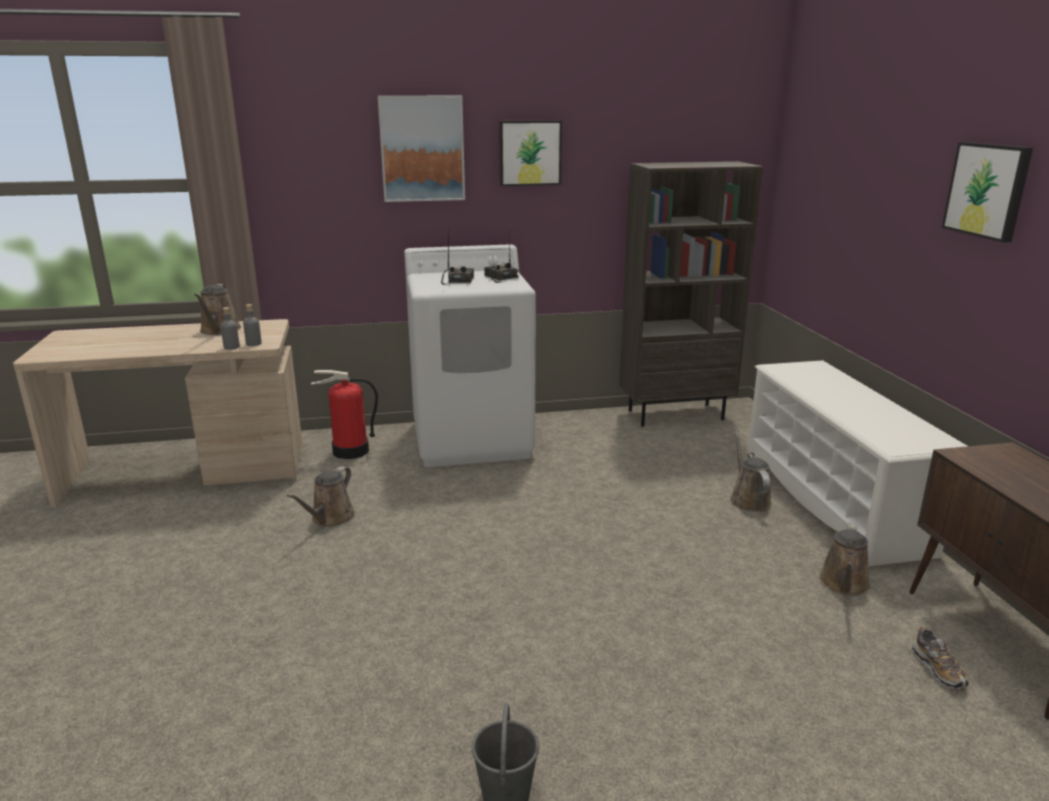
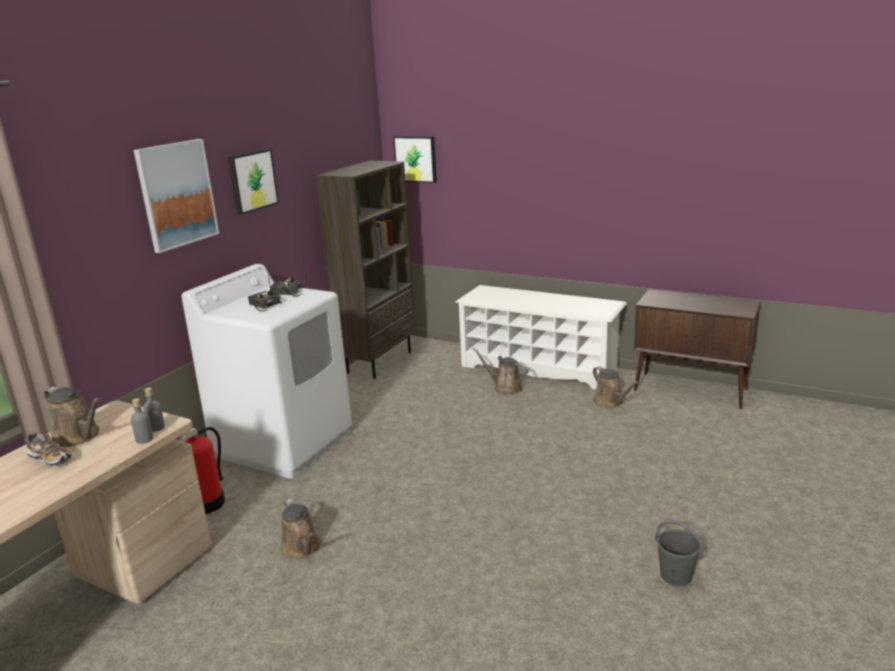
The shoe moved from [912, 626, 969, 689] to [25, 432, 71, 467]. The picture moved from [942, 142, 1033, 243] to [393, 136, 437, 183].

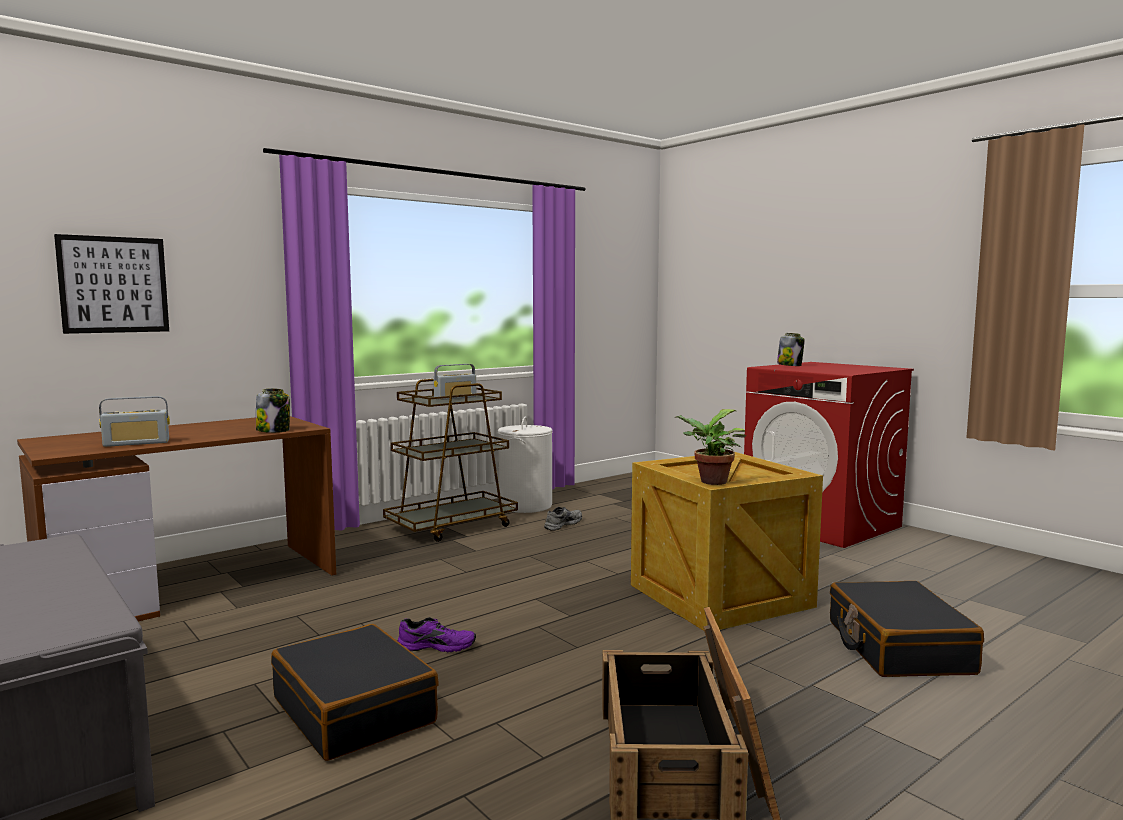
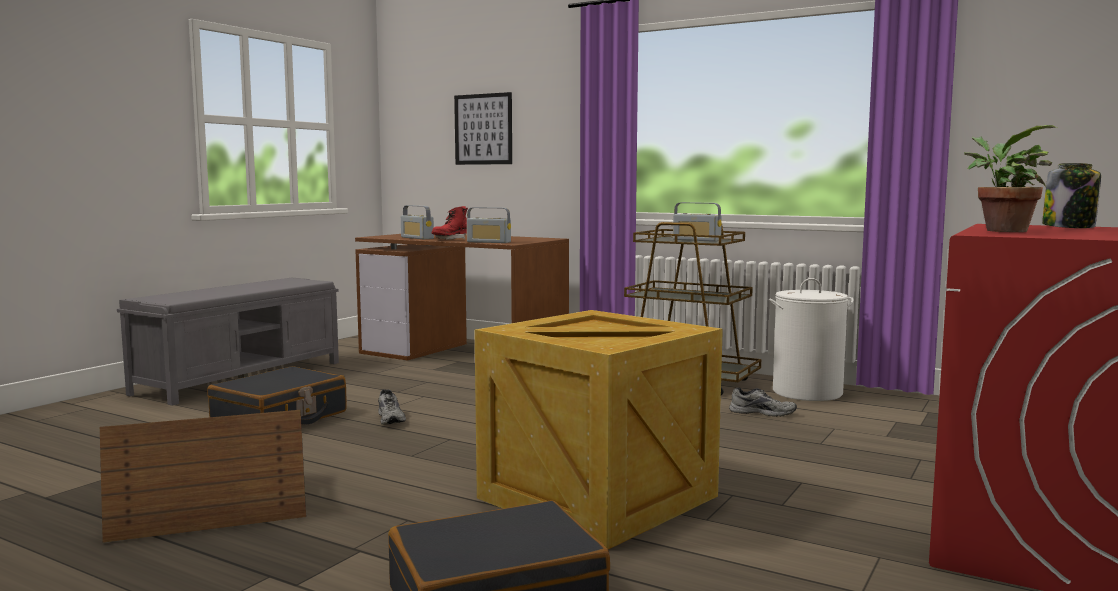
The shoe (purple) at [398, 617, 476, 653] became the shoe (grey) at [378, 389, 406, 425]. The boot (red) at [432, 206, 468, 240] appeared. The jar at [256, 388, 290, 433] was replaced by the radio at [467, 207, 511, 243]. The potted plant moved from [674, 409, 746, 485] to [964, 125, 1057, 232].

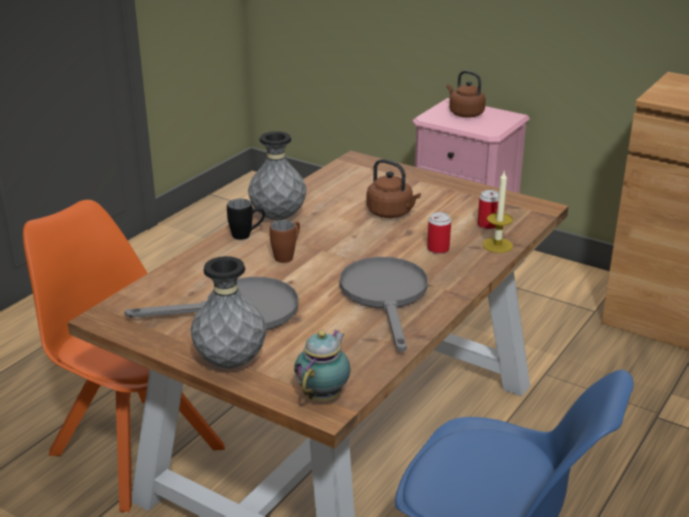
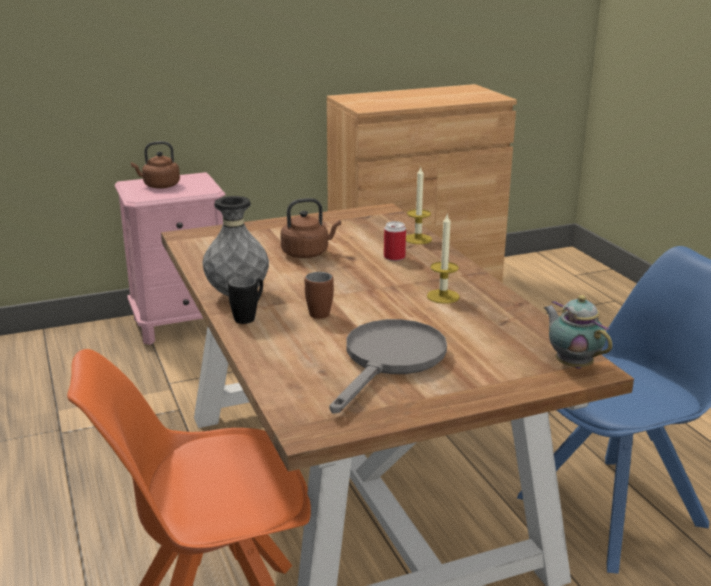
The frying pan (grey) at [340, 257, 428, 352] was replaced by the candle at [427, 215, 460, 304]. The vase (grey) at [191, 256, 266, 369] disappeared. The can at [477, 190, 499, 230] disappeared.

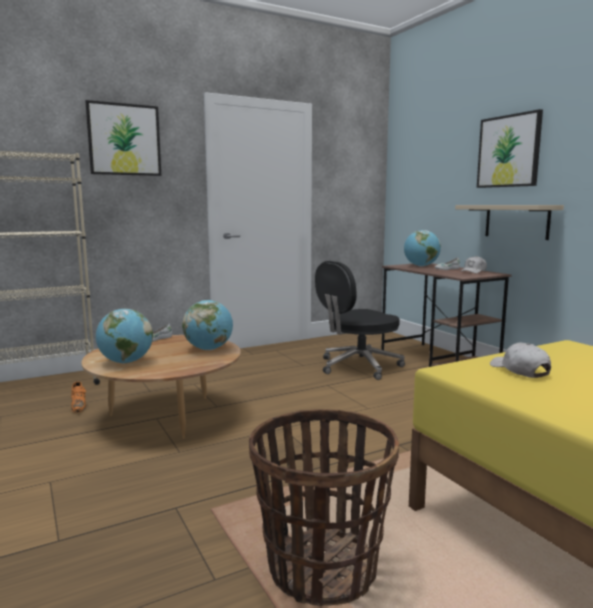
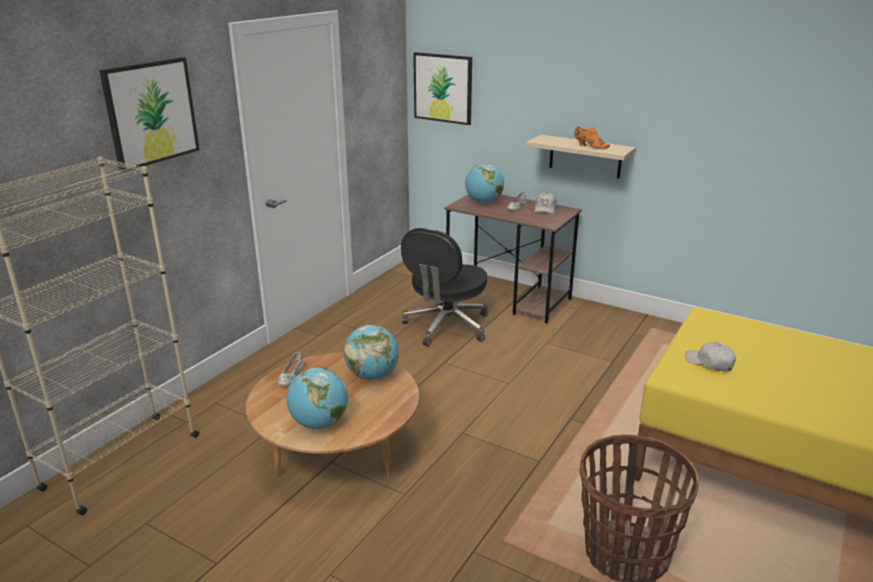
The picture moved from [477, 109, 543, 188] to [413, 52, 472, 125]. The shoe (orange) moved from [71, 382, 86, 413] to [574, 126, 610, 149].

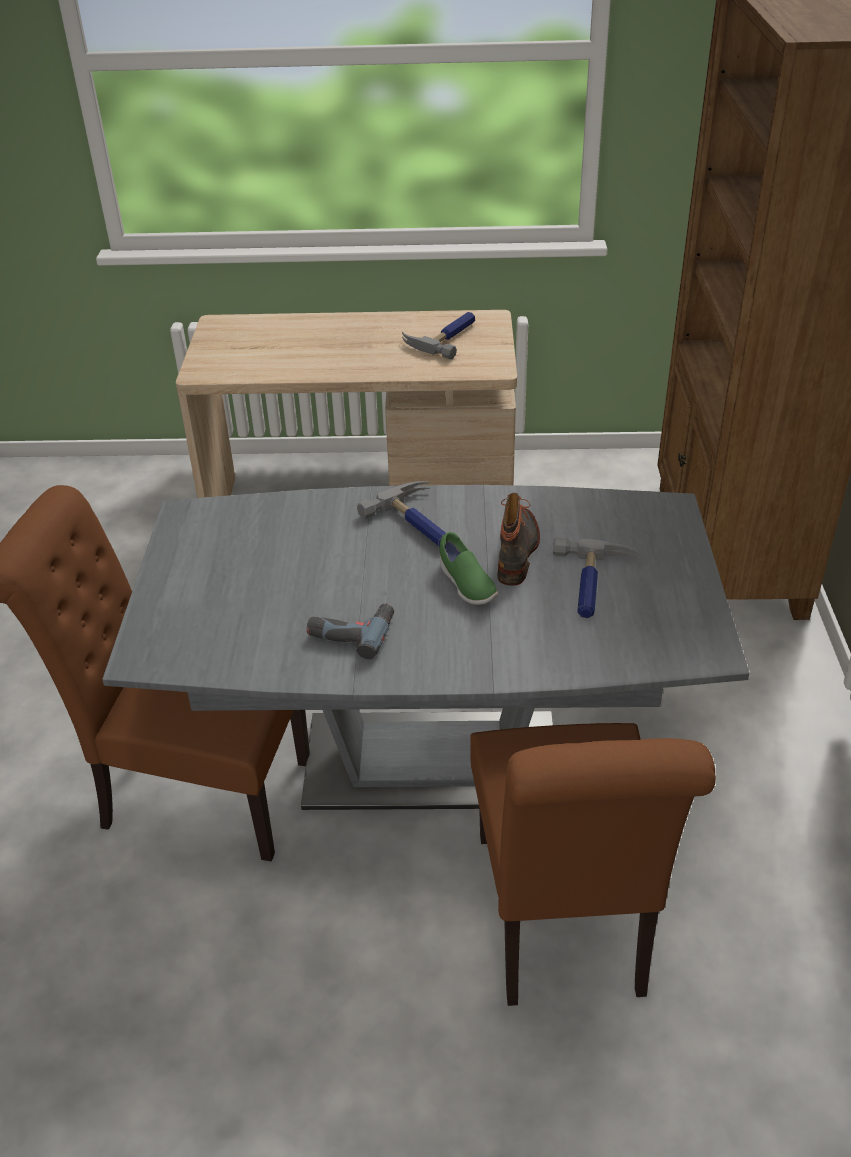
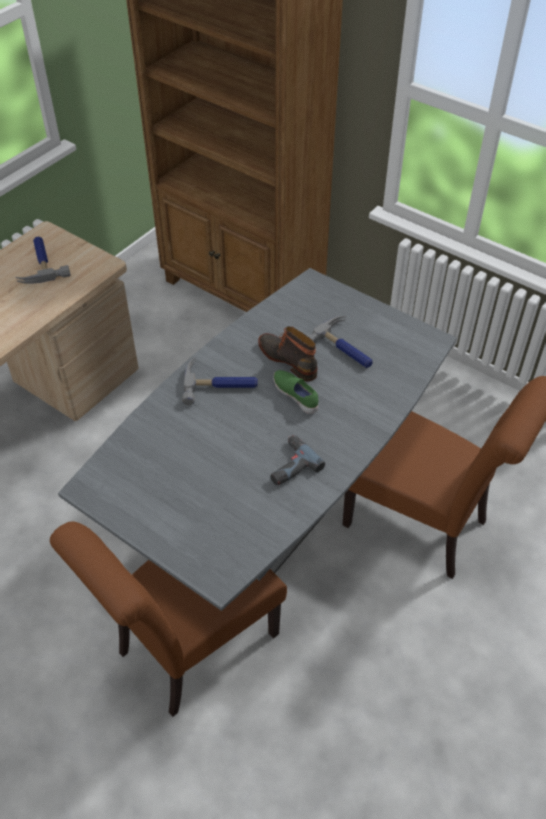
The shoe (green) at [440, 532, 498, 605] turned 135 degrees counterclockwise.

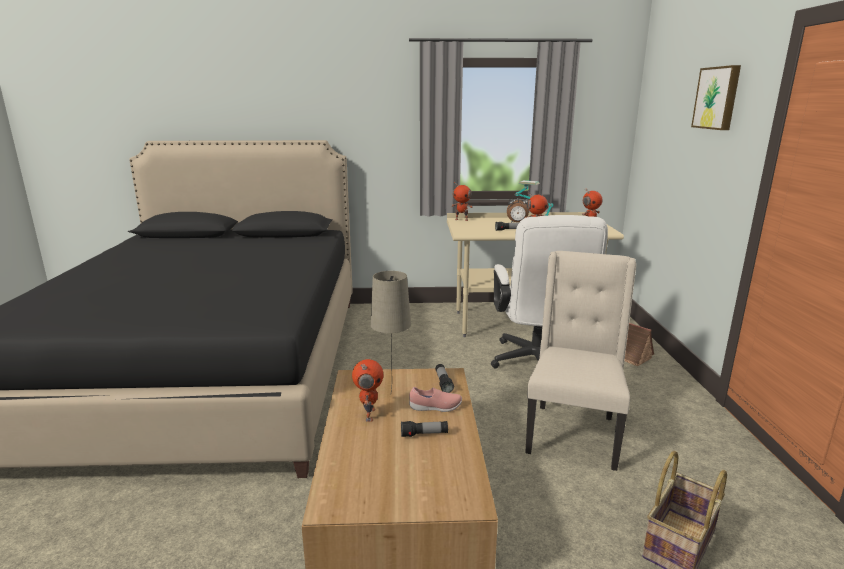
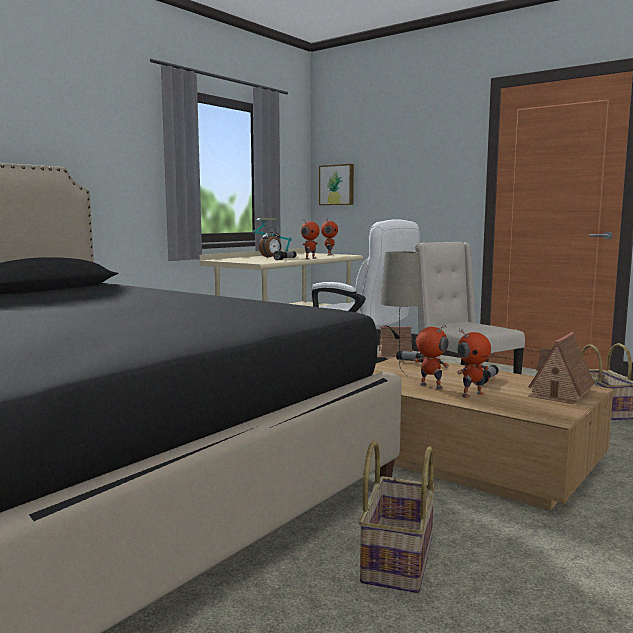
The picture moved from [691, 65, 741, 130] to [319, 164, 354, 205]. The basket at [359, 440, 436, 593] appeared. The toy robot moved from [451, 183, 473, 221] to [457, 329, 491, 398]. The toy house at [528, 332, 595, 404] appeared. The shoe (pink) at [409, 387, 462, 412] disappeared.

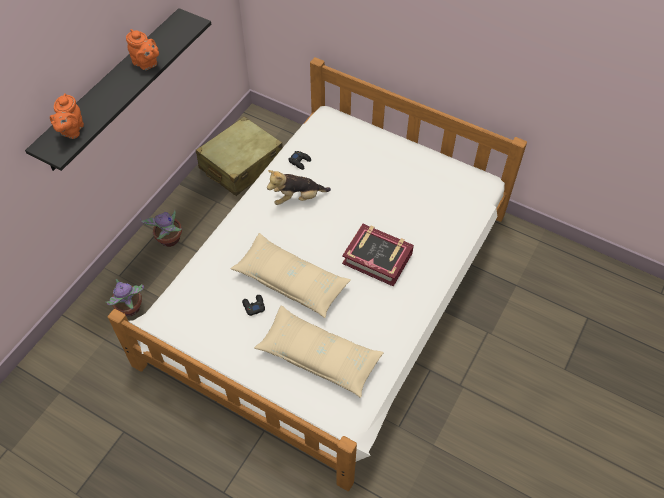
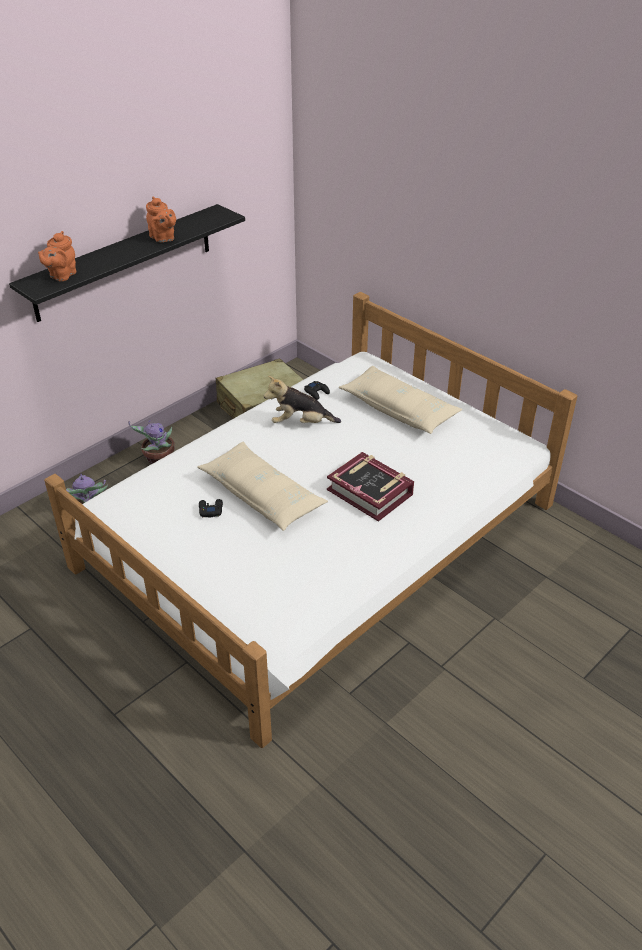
The pillow (beige) moved from [254, 305, 384, 398] to [338, 366, 462, 434].

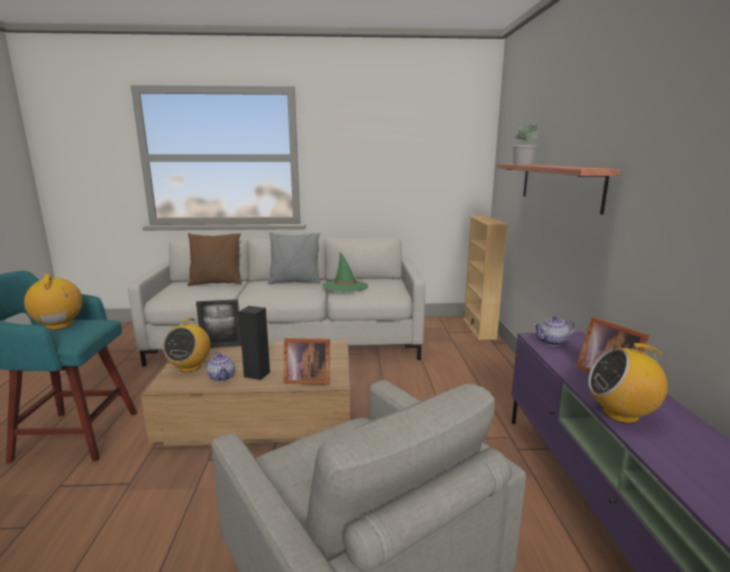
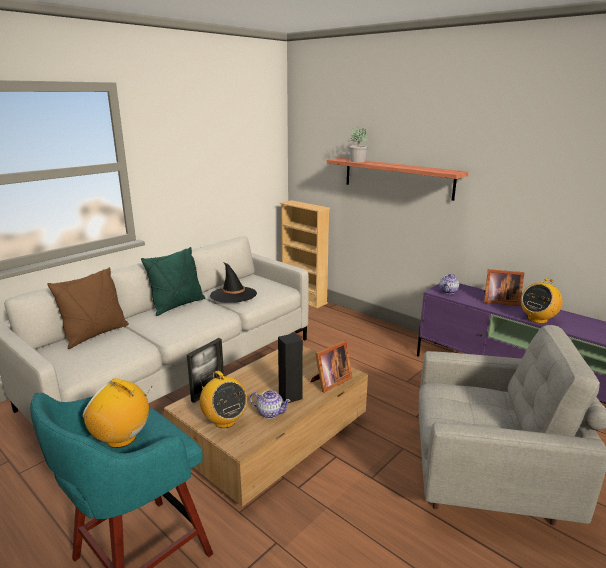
The pillow (grey) at [268, 232, 320, 284] became the pillow (green) at [141, 247, 205, 316]. The hat (green) at [322, 251, 368, 292] became the hat (black) at [210, 262, 257, 303].

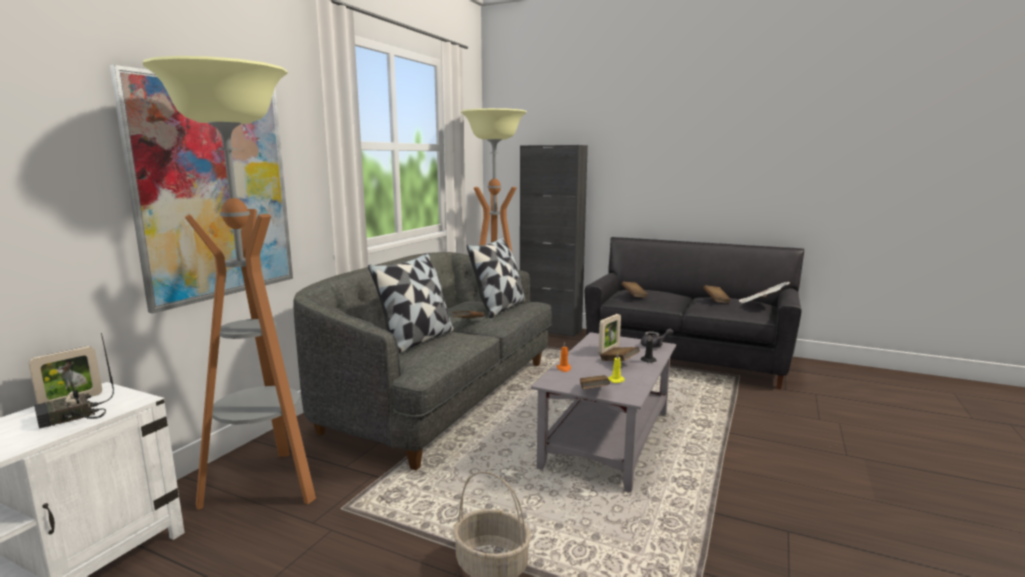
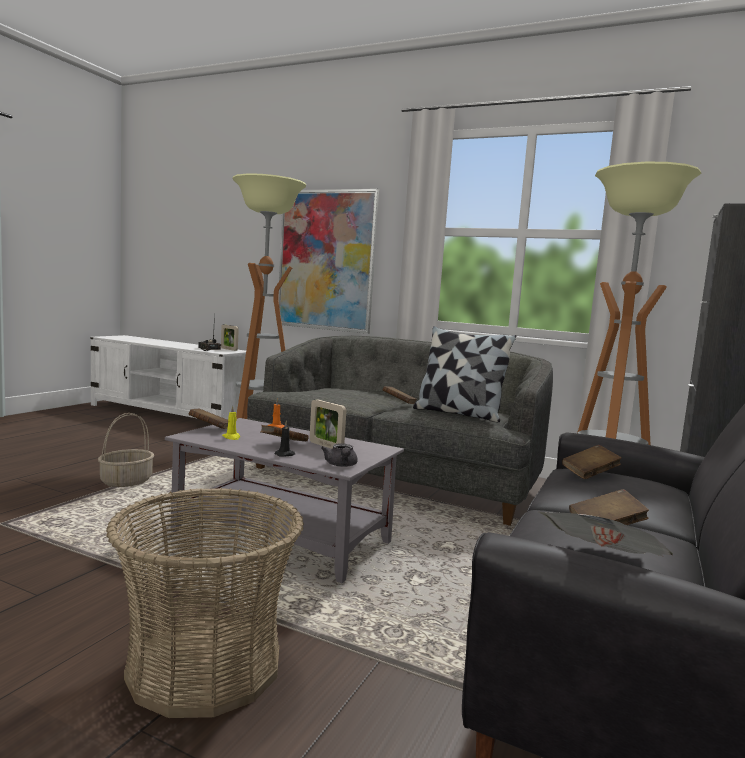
The basket at [106, 488, 304, 718] appeared. The pillow at [368, 253, 454, 354] disappeared.

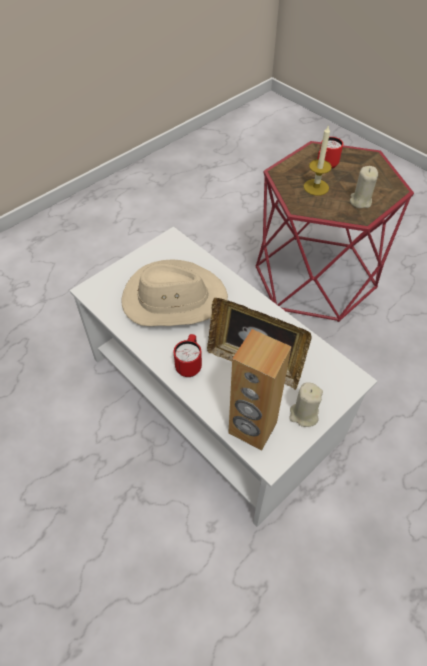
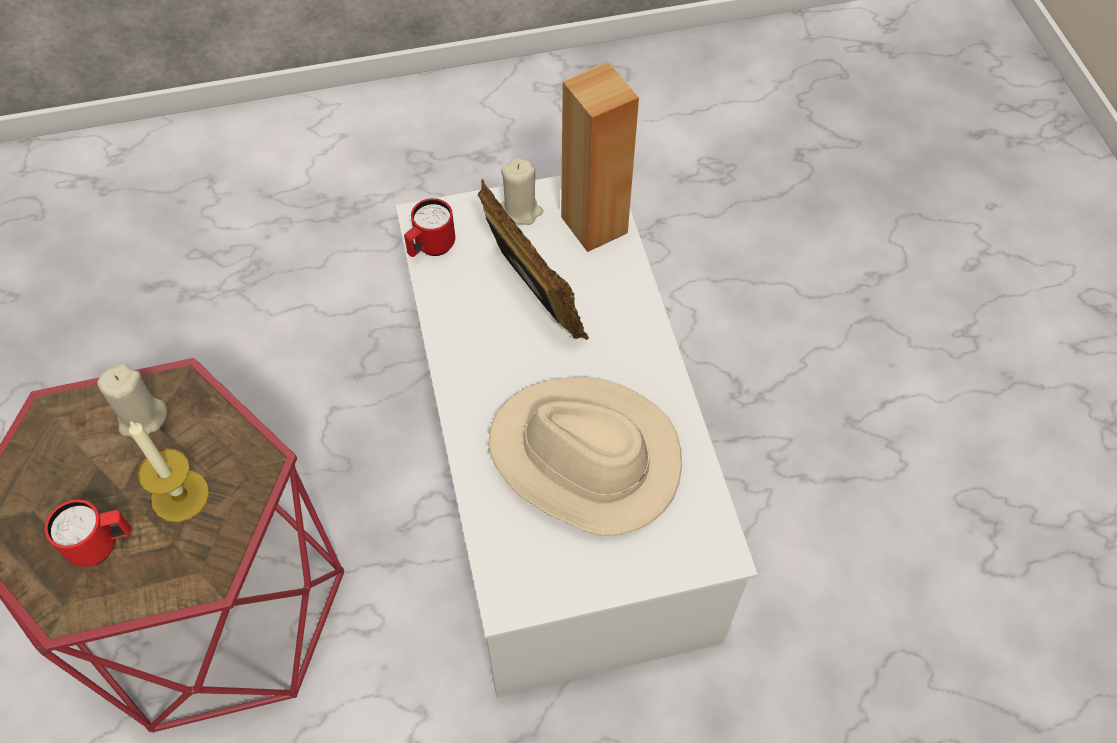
The mug (red) moved from [174, 334, 202, 377] to [404, 198, 455, 257].

